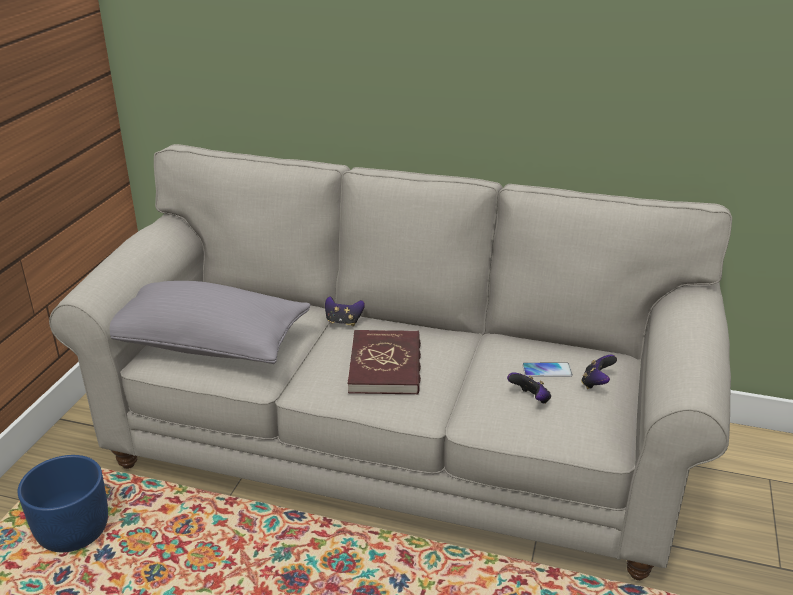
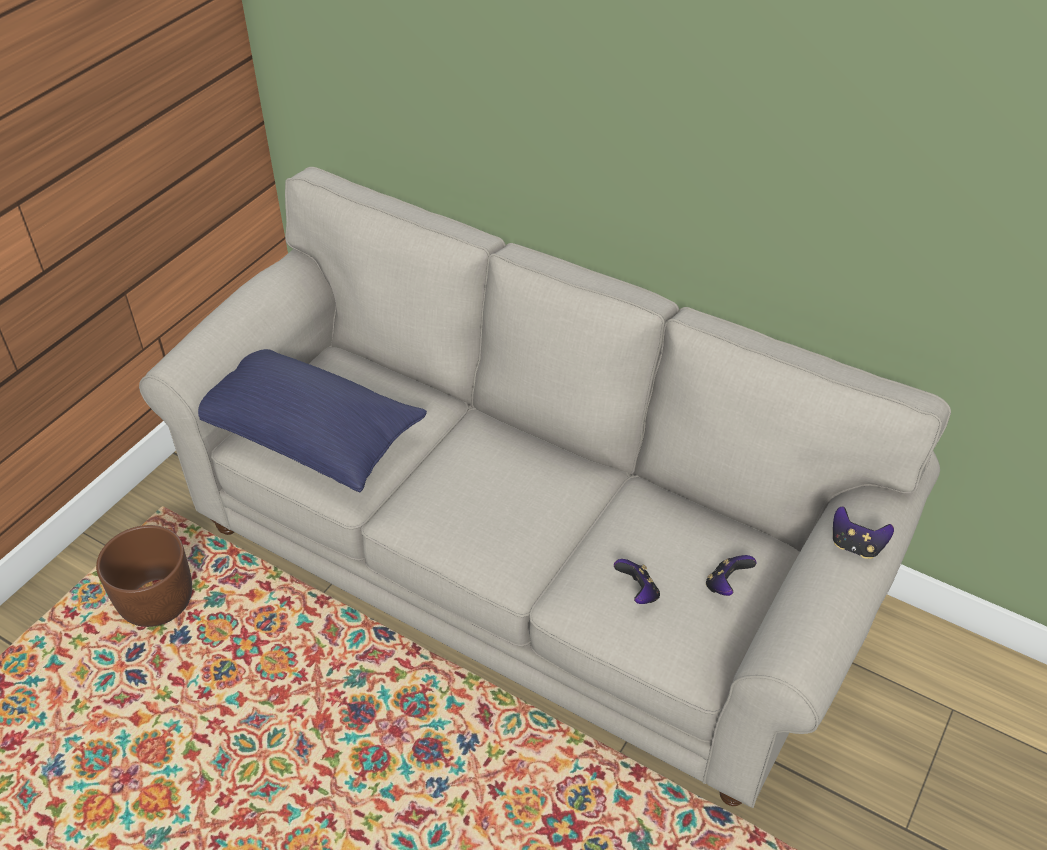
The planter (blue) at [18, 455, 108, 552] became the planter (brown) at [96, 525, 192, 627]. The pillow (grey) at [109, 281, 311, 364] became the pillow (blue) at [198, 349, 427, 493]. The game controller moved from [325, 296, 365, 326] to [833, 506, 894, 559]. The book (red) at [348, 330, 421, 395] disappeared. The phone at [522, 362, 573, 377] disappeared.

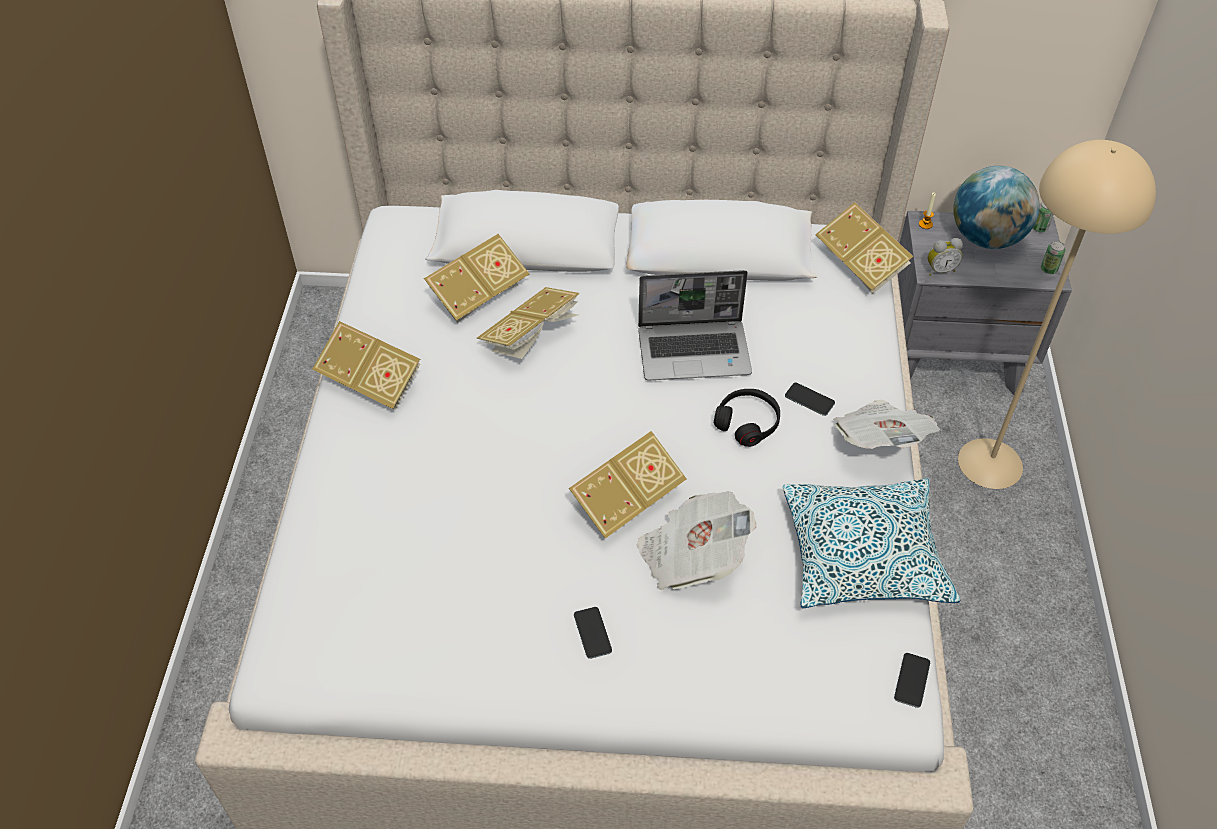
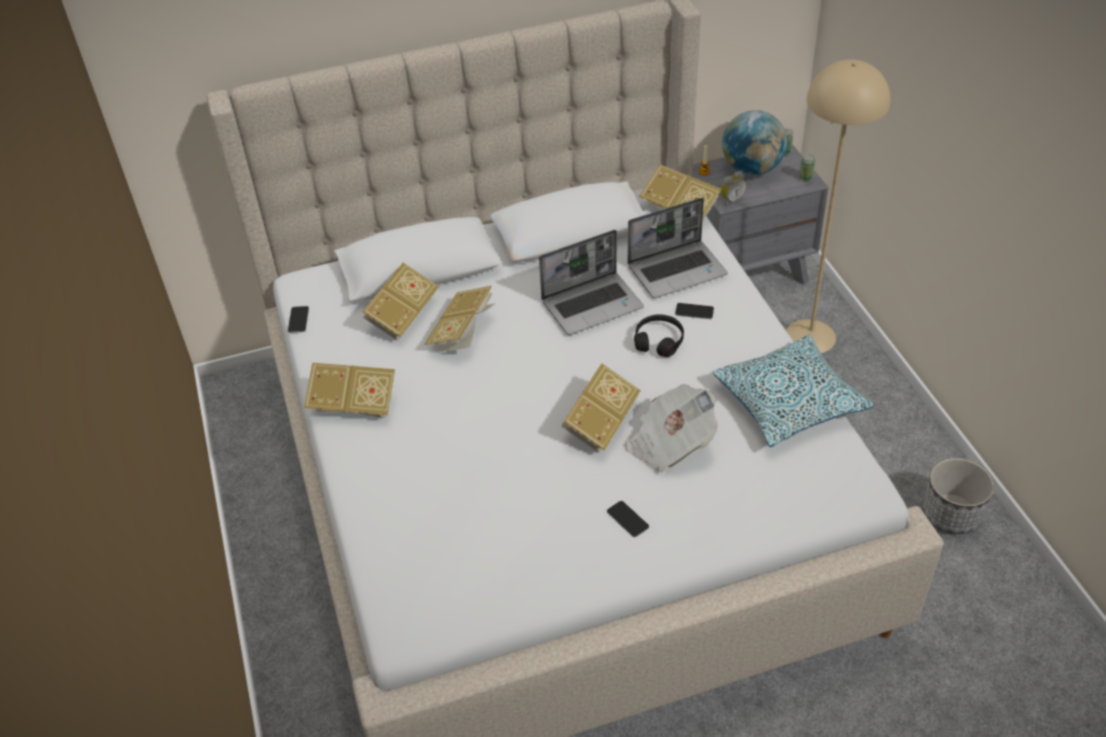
The phone moved from [894, 653, 930, 708] to [288, 306, 309, 333]. The laptop at [628, 198, 728, 298] appeared. The planter at [923, 458, 994, 534] appeared. The newspaper at [833, 400, 940, 449] disappeared.

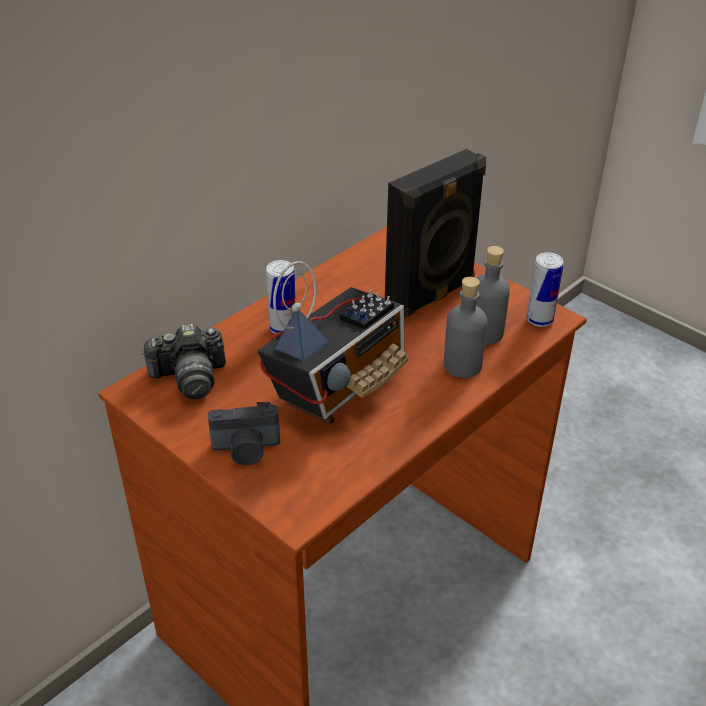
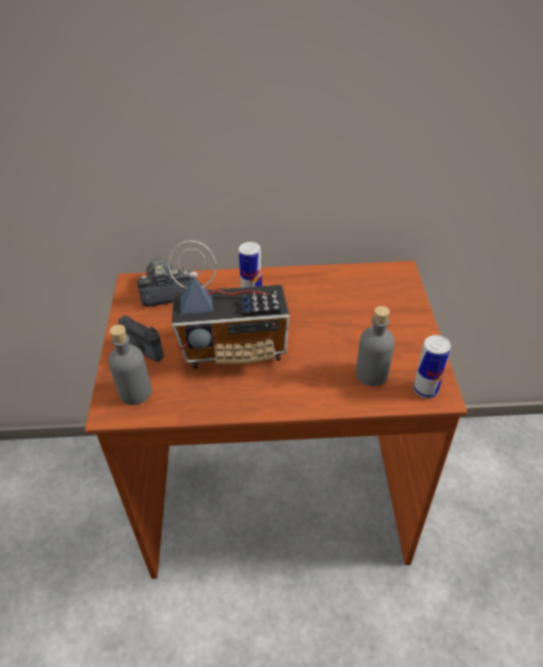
The bottle (grey) moved from [444, 277, 487, 378] to [108, 325, 152, 405]. The photo camera at [141, 324, 226, 399] turned 135 degrees clockwise. The speaker (black) at [385, 149, 486, 318] disappeared.

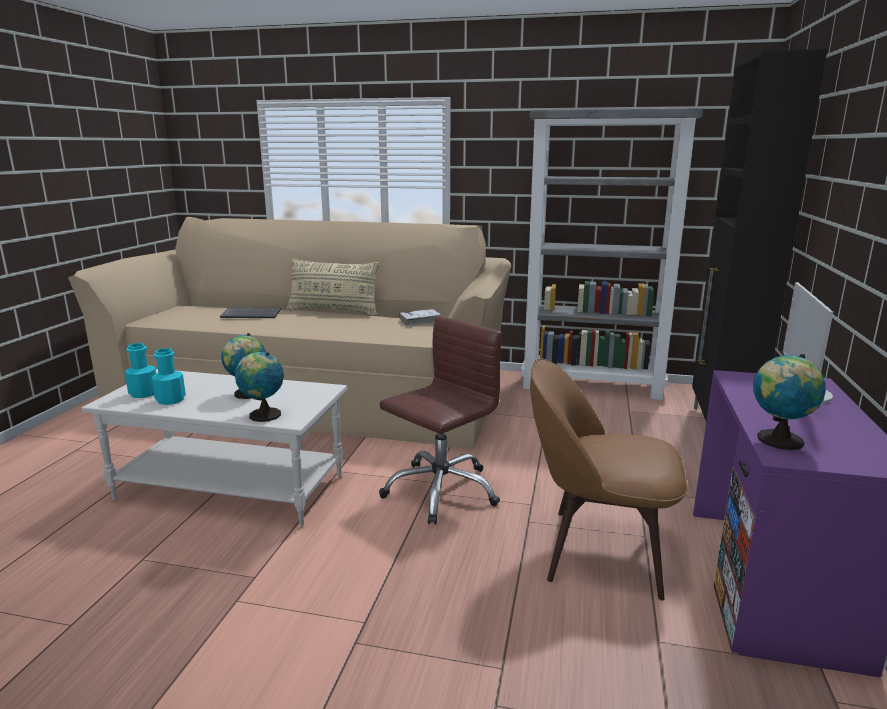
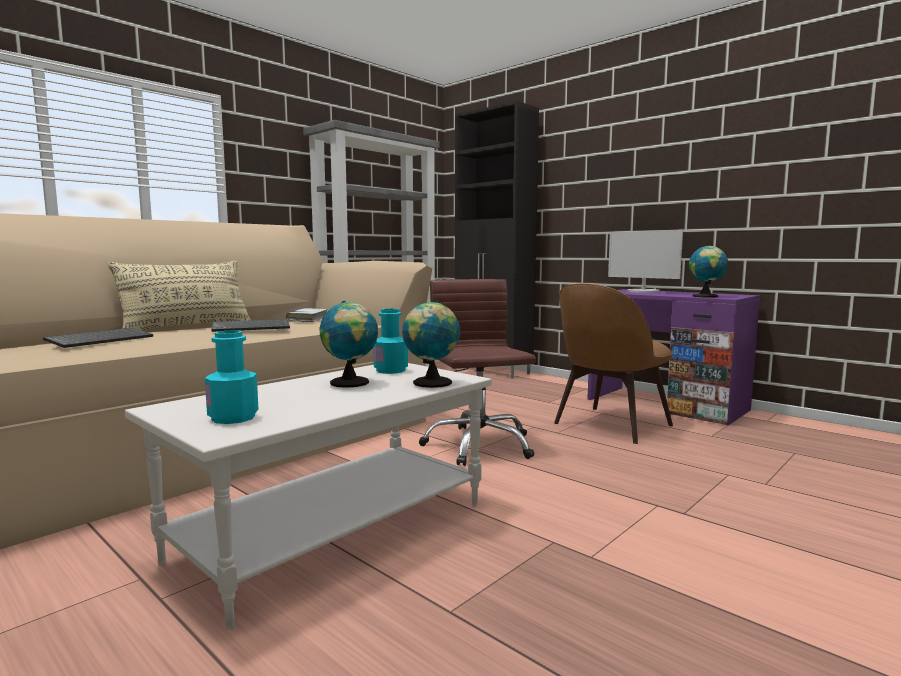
The keyboard at [211, 319, 290, 332] appeared. The bottle (turquoise) moved from [151, 348, 186, 405] to [373, 308, 408, 374].

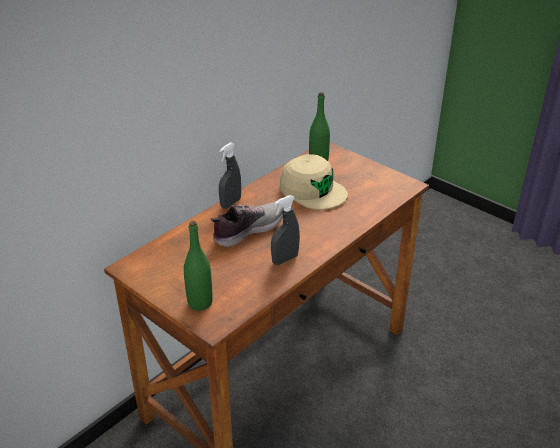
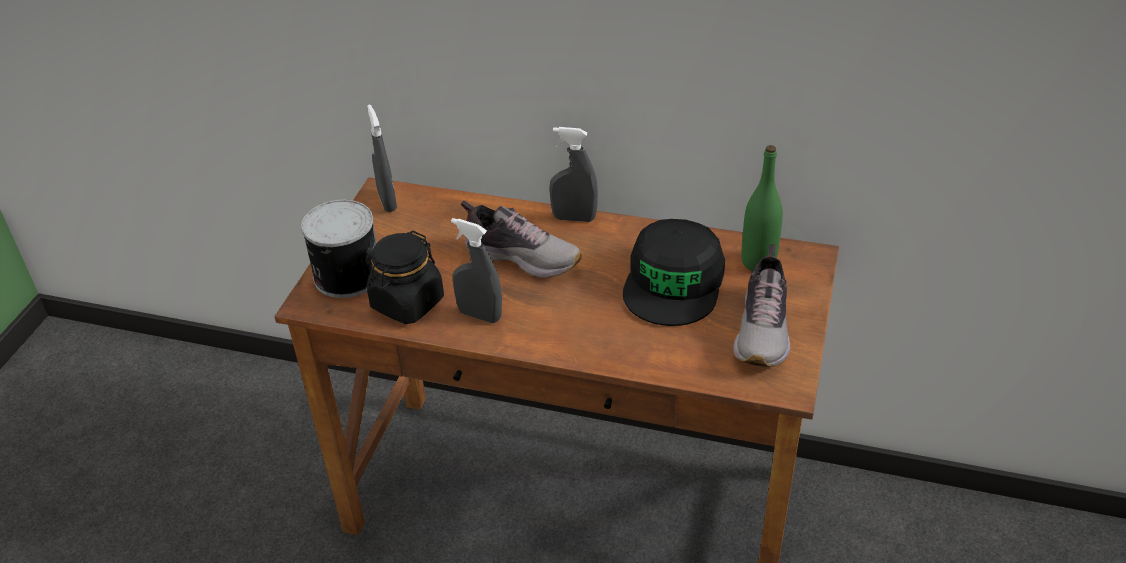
The bottle (green) at [184, 221, 213, 311] was replaced by the can at [301, 200, 376, 298]. The spray bottle (grey) at [367, 104, 397, 212] appeared. The jar (black) at [367, 231, 444, 324] appeared. The cap (beige) at [280, 154, 348, 210] became the cap (black) at [623, 219, 725, 326]. The shoe at [733, 244, 790, 367] appeared.

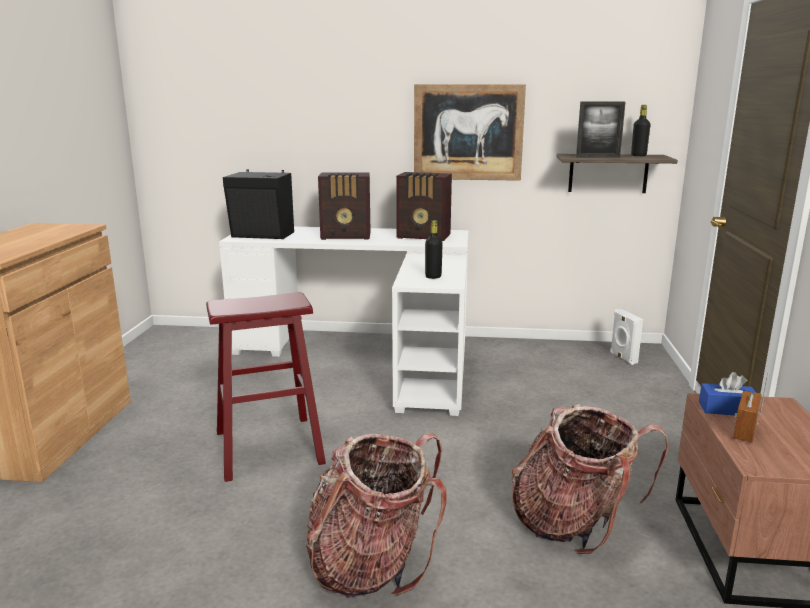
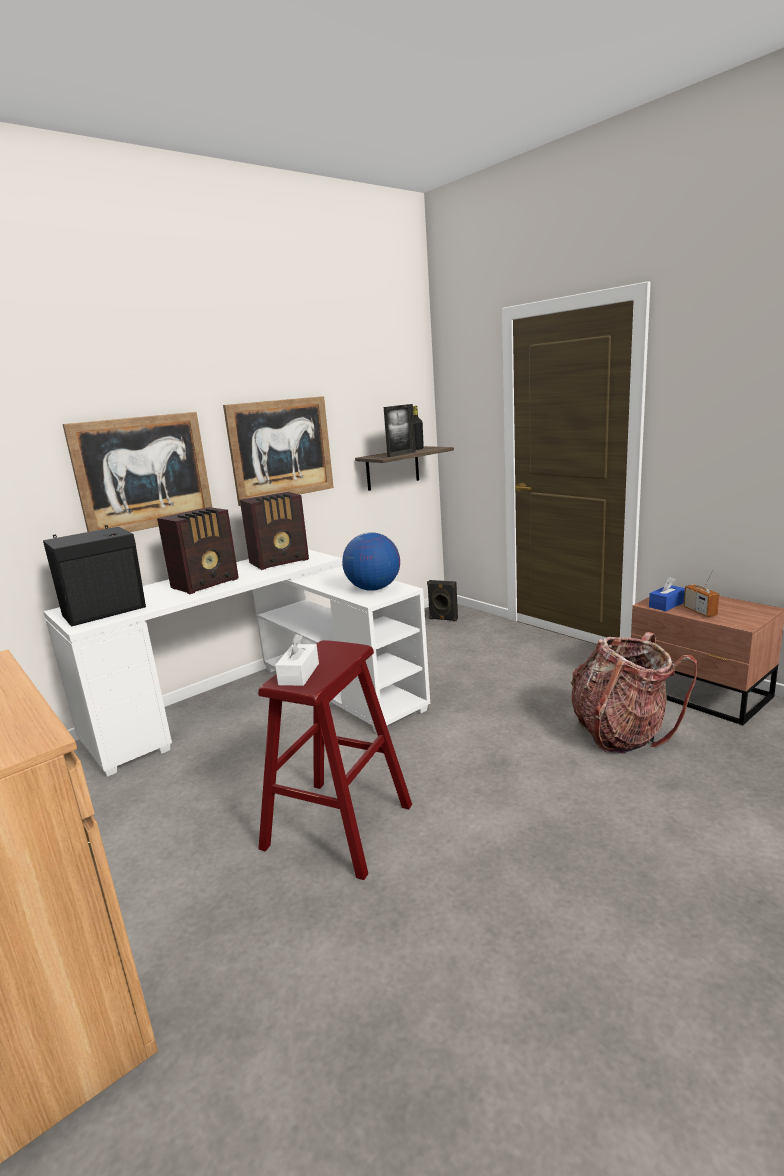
The picture at [63, 412, 212, 532] appeared. The tissue box (white) at [275, 634, 319, 686] appeared. The bottle (black) at [425, 220, 443, 279] was replaced by the globe at [342, 532, 400, 591]. The speaker (white) at [610, 309, 643, 365] became the speaker (black) at [427, 580, 458, 621]. The backpack at [306, 433, 447, 598] disappeared.

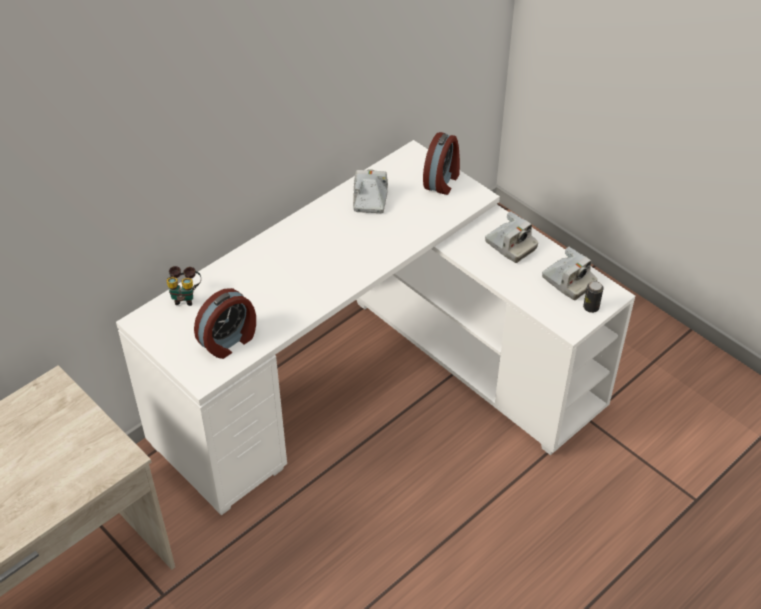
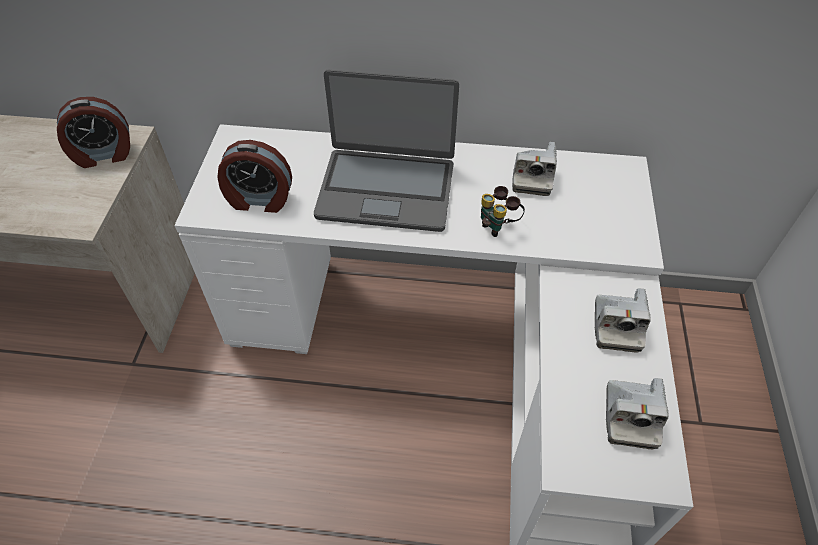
The alarm clock moved from [423, 132, 460, 195] to [57, 97, 130, 168]. The laptop at [314, 70, 459, 232] appeared. The binoculars moved from [167, 266, 201, 306] to [481, 186, 525, 237]. The photo camera at [353, 169, 388, 213] turned 135 degrees clockwise. The can at [583, 281, 604, 313] disappeared.

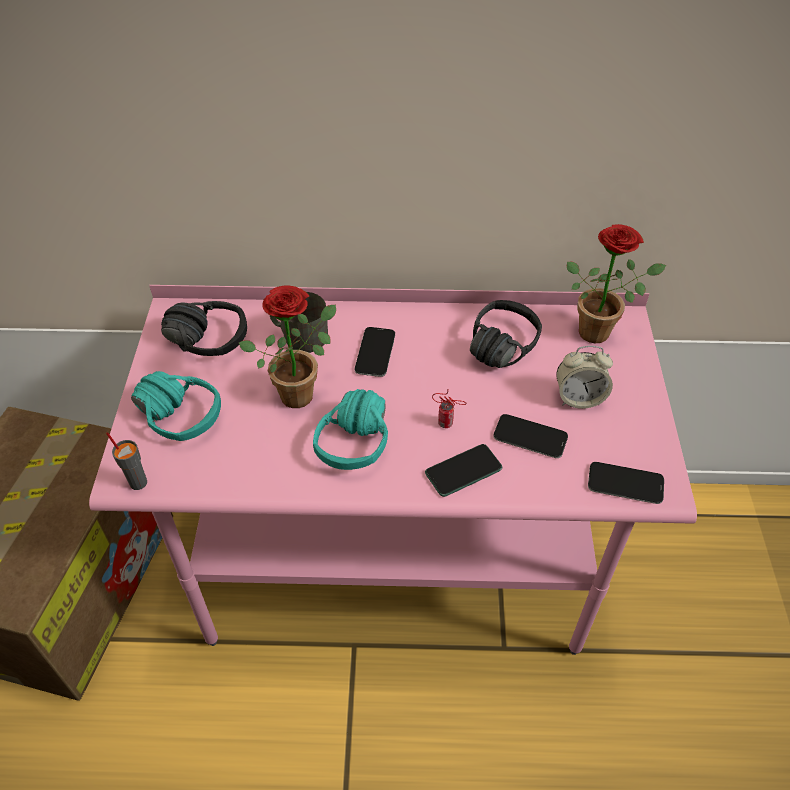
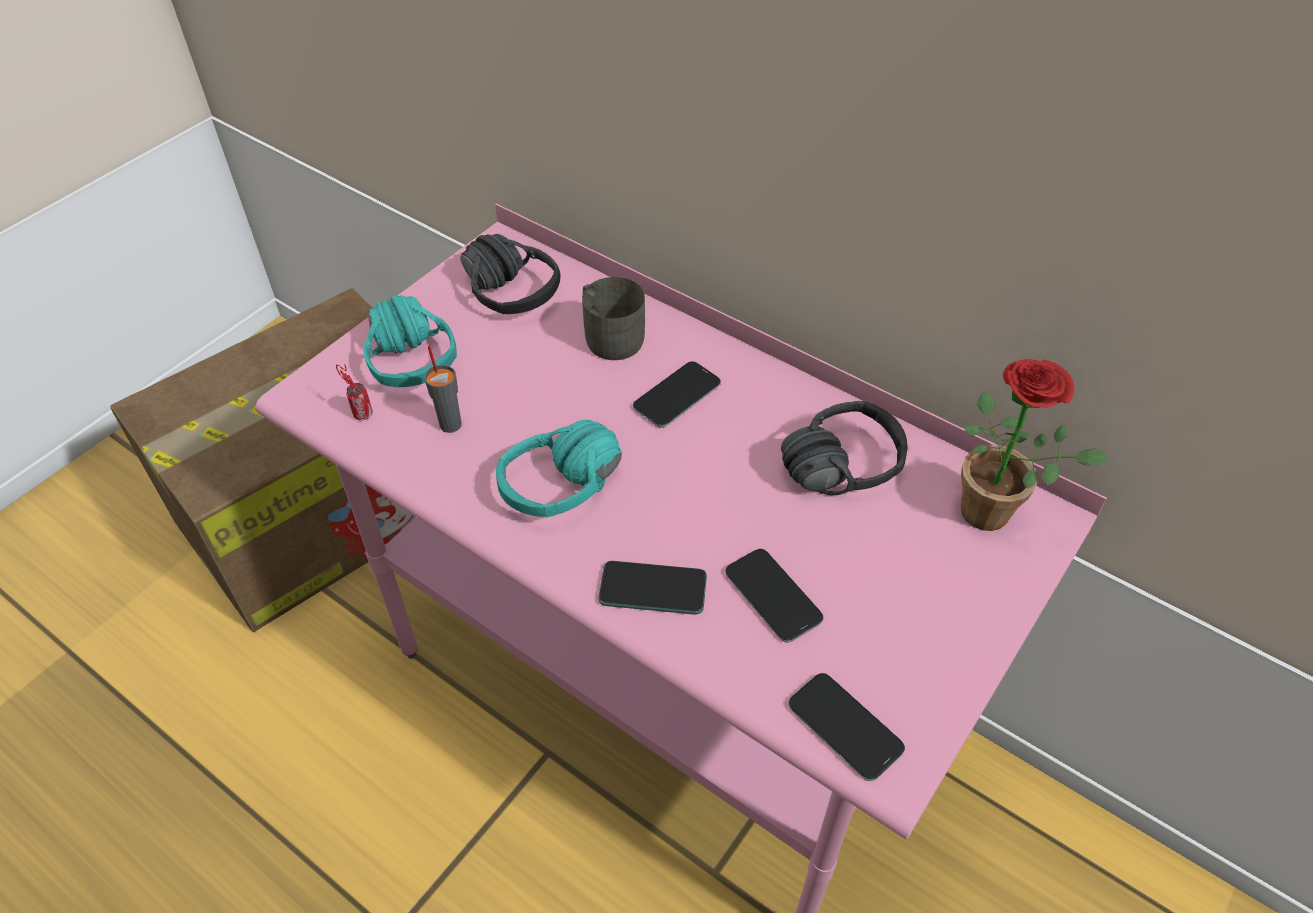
The can moved from [432, 391, 467, 428] to [336, 364, 373, 420]. The cup (grey) moved from [106, 432, 147, 490] to [424, 346, 462, 433]. The potted plant at [239, 285, 336, 408] disappeared. The alarm clock at [556, 346, 613, 409] disappeared.

